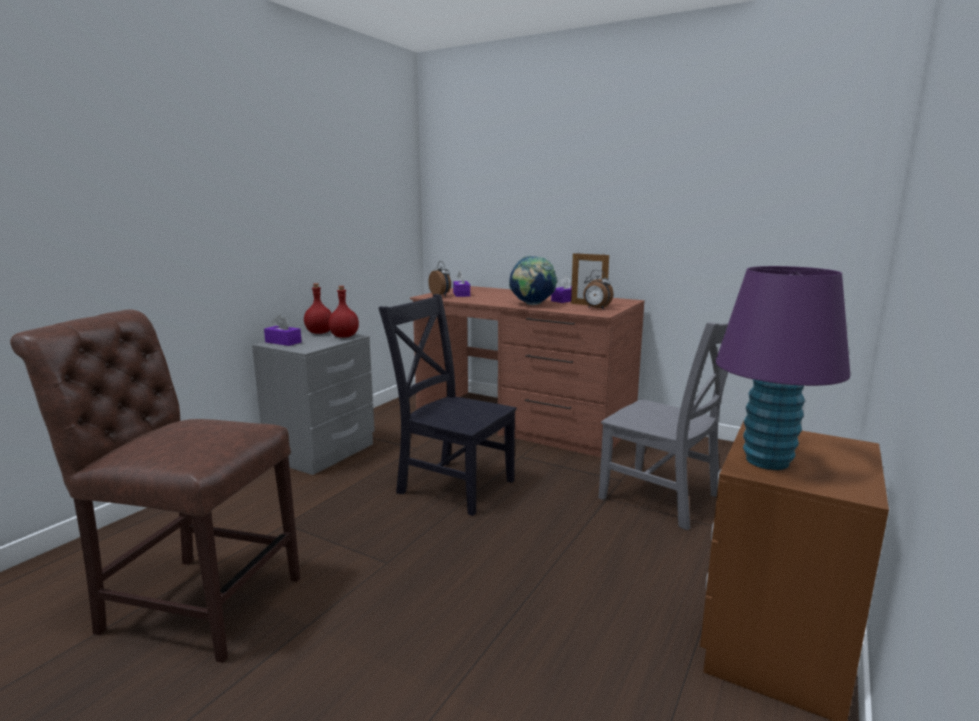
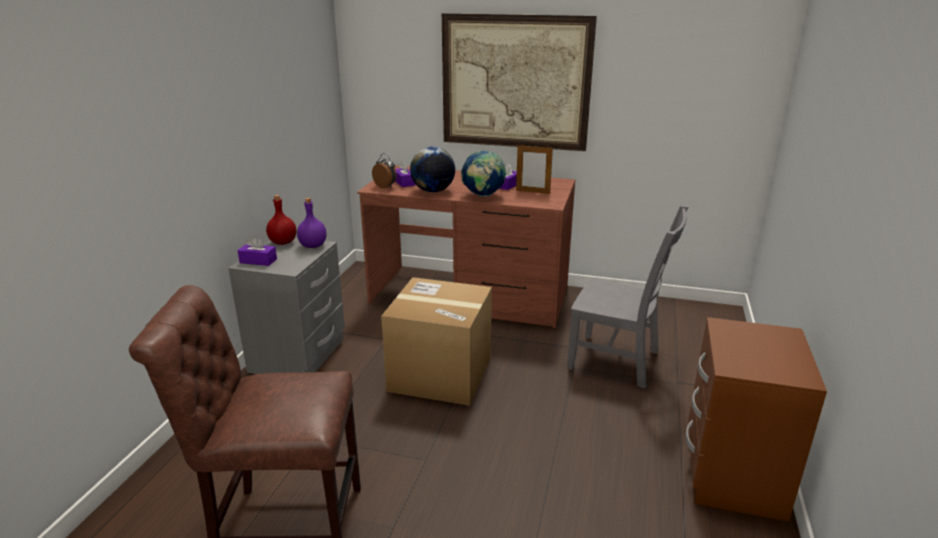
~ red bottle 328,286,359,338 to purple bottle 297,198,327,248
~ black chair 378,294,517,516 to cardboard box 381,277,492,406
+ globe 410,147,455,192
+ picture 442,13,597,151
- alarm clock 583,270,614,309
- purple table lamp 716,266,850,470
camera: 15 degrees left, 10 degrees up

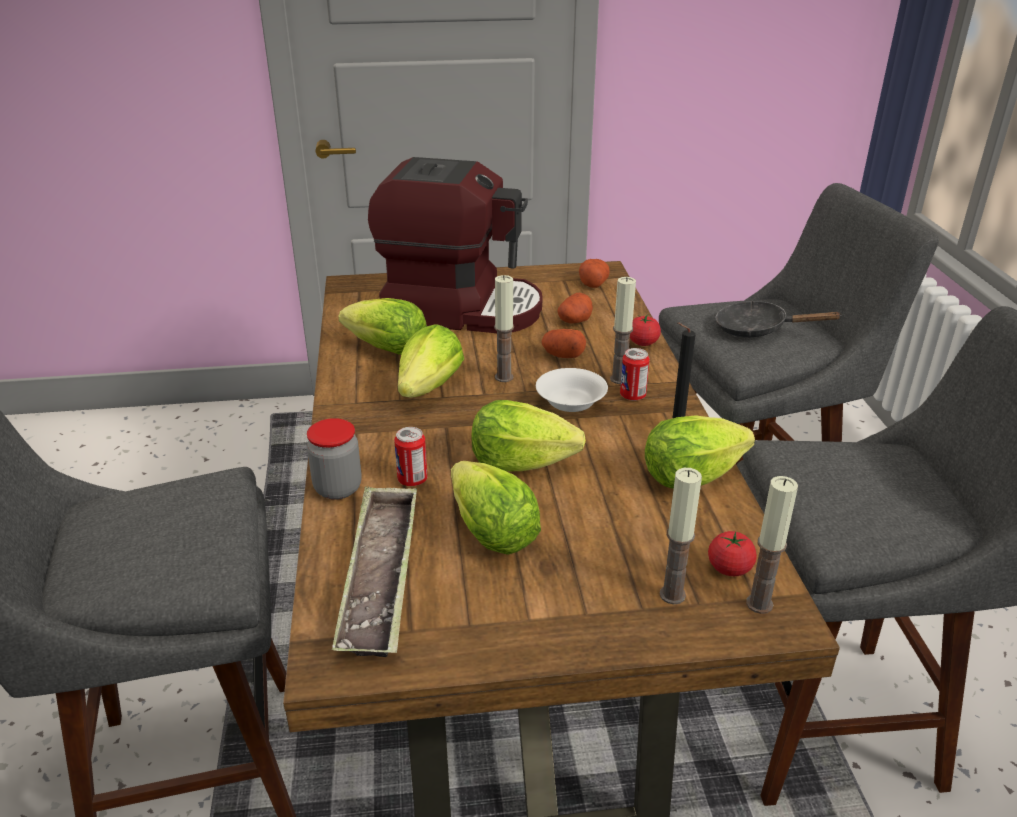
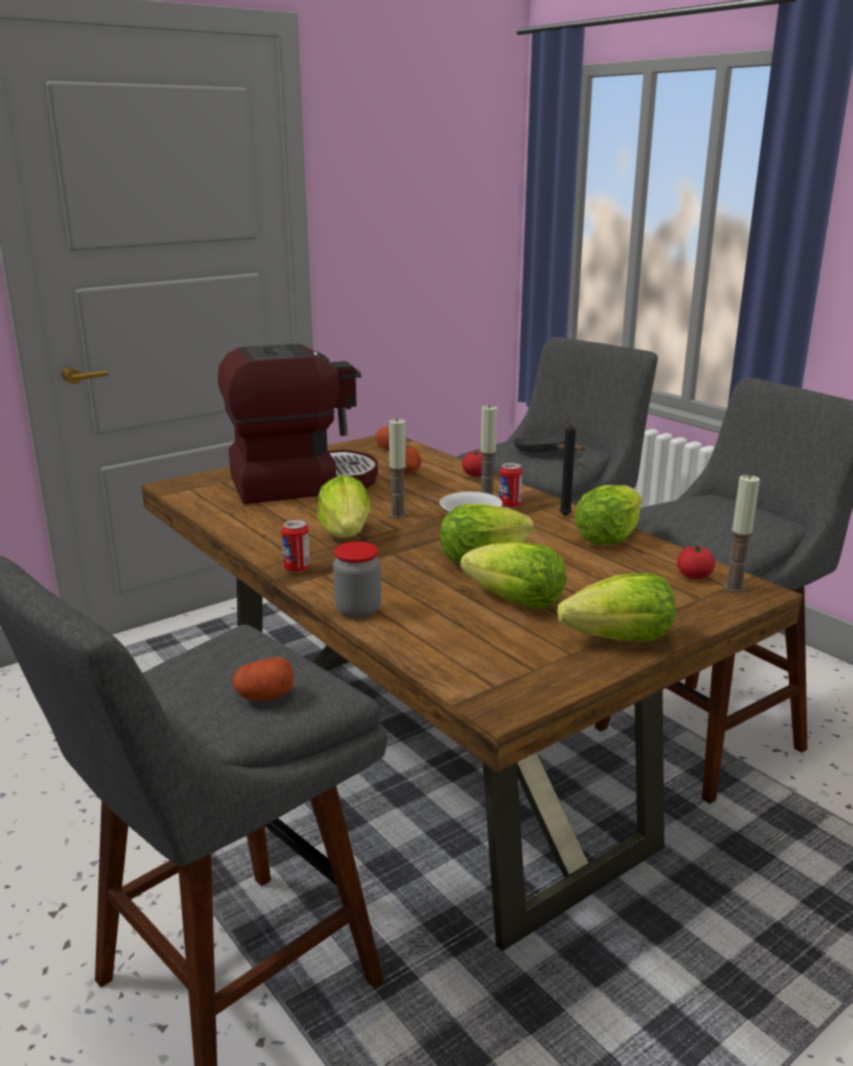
~ potato 541,329,586,358 to 233,657,293,701
~ can 394,427,427,486 to 281,520,310,573
~ black frying pan 716,301,842,337 = 513,434,587,452 75 degrees clockwise
~ lettuce 338,298,427,355 to 557,573,676,641
- tray 332,486,417,657
- candle 660,468,702,604
camera: 30 degrees left, 10 degrees down

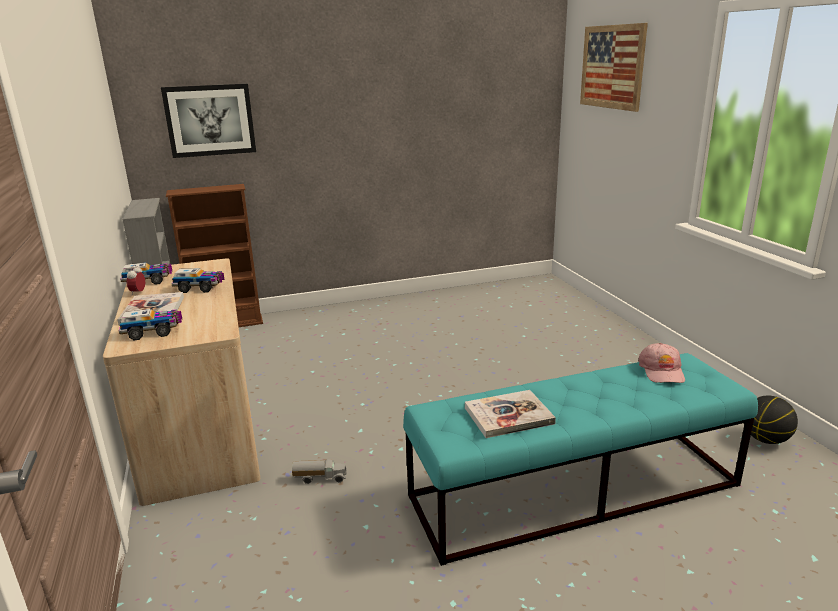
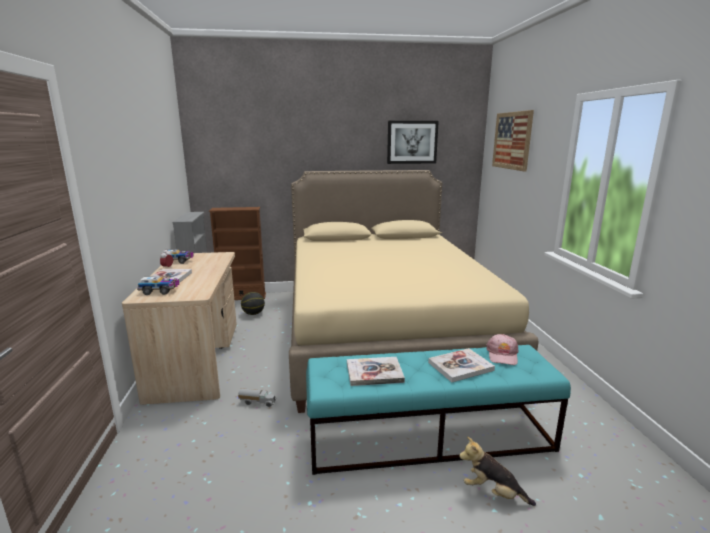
~ basketball 744,396,798,444 to 241,292,265,315
+ beige bed 289,170,539,413
~ picture 161,84,256,158 to 387,121,439,164
+ book 428,348,495,382
+ plush toy 459,436,536,506
- toy truck 171,268,225,293
camera: 10 degrees right, 5 degrees down

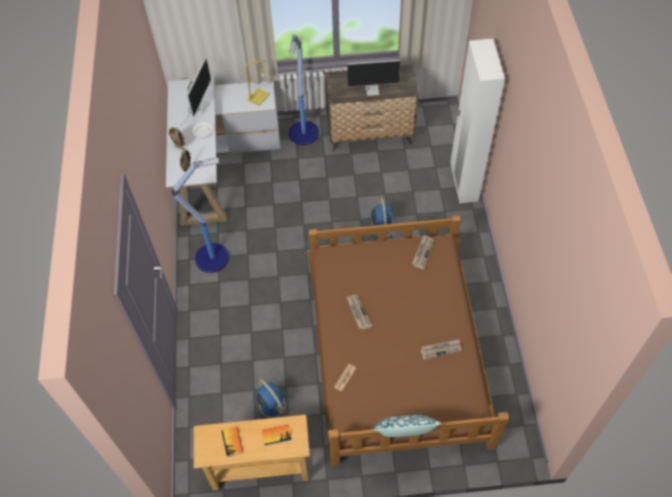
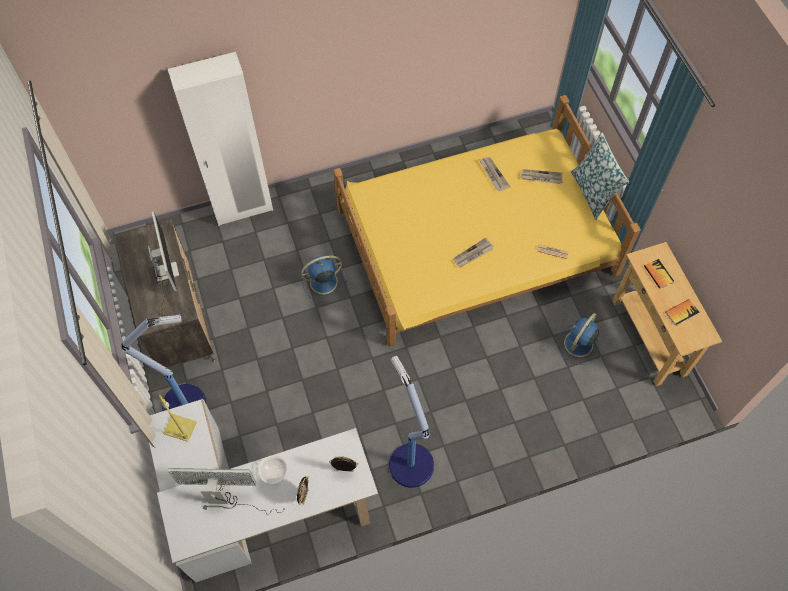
~ brown bed 306,215,509,466 to yellow bed 333,95,641,347
~ newspaper 412,235,434,269 to 521,169,563,184
camera: 105 degrees left, 5 degrees up

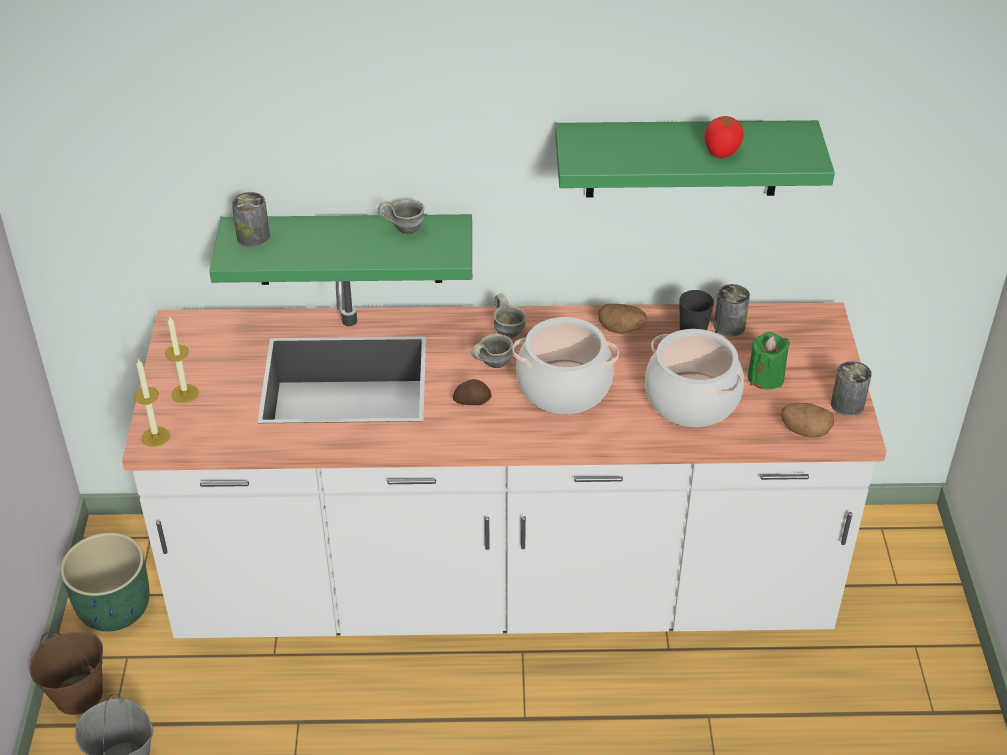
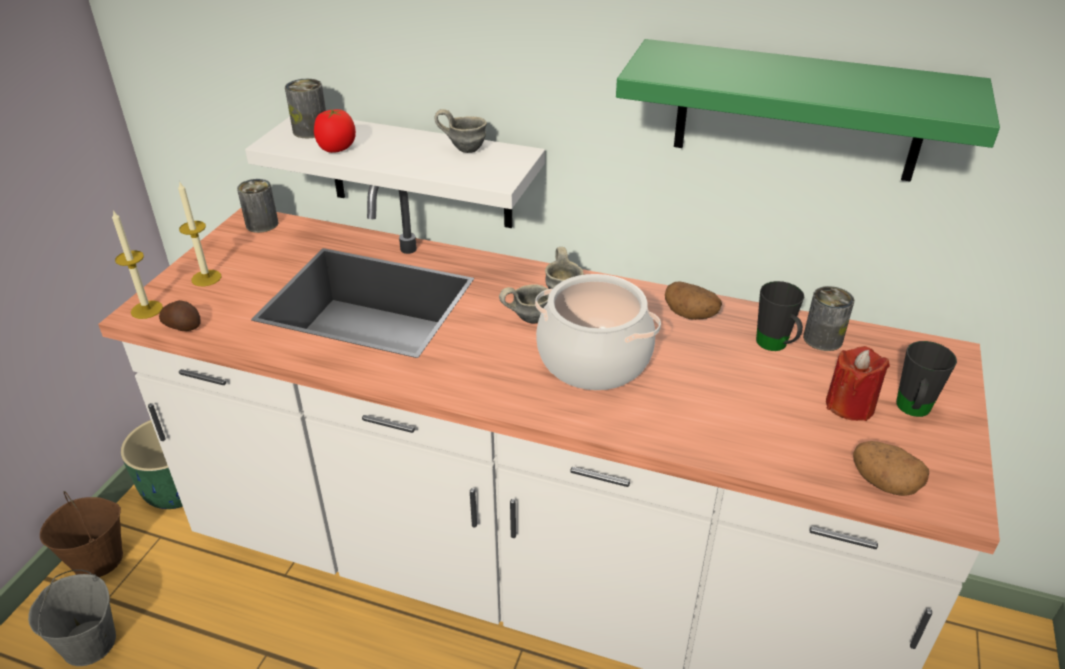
~ potato 453,379,492,405 to 159,300,201,331
~ can 831,361,872,417 to 237,179,279,233
~ green shelf 209,214,472,285 to white shelf 245,117,545,228
~ tomato 705,116,744,158 to 314,108,356,153
~ green candle 747,332,790,390 to red candle 826,346,890,421
+ black mug 896,341,957,417
- cooking pot 645,329,744,427
camera: 20 degrees right, 5 degrees down

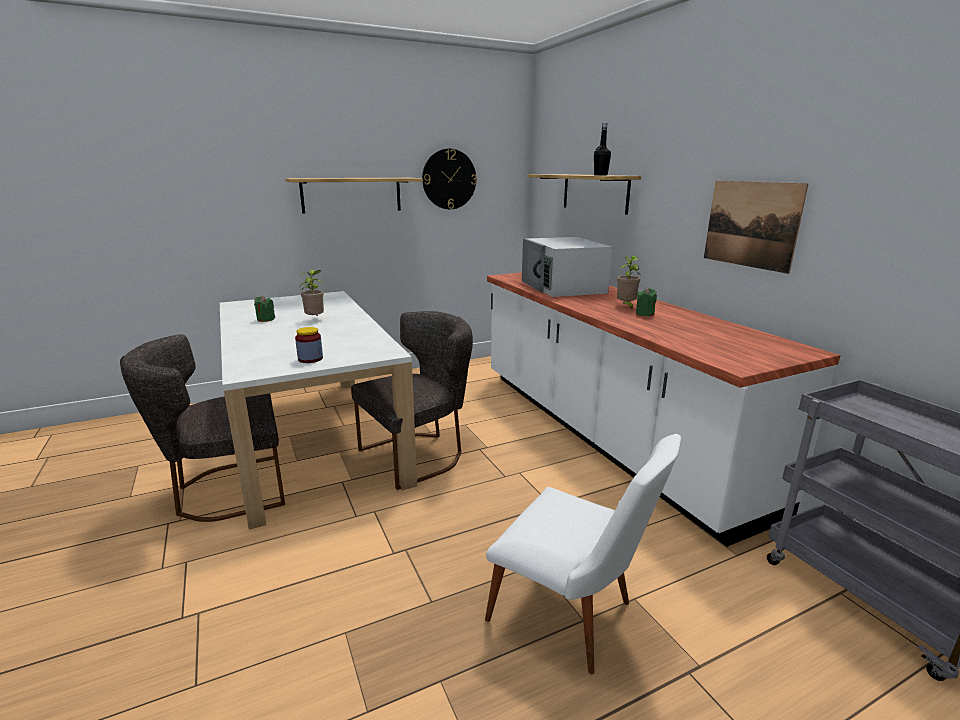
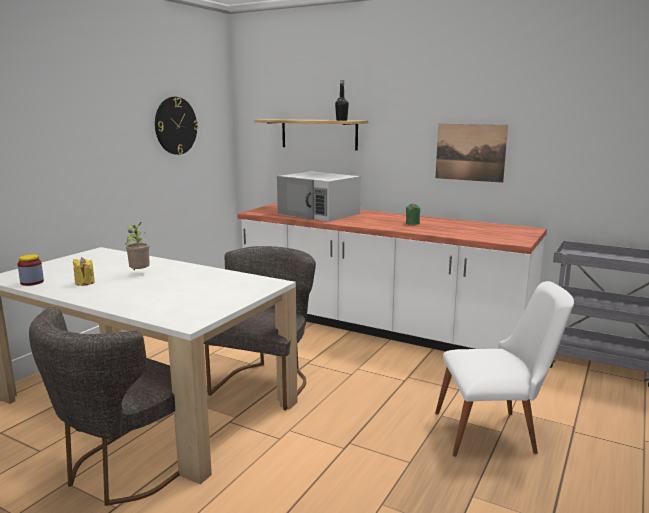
~ jar 295,327,323,363 to 18,254,44,286
~ green candle 254,296,275,322 to yellow candle 73,257,95,286
- shelf 285,178,423,214
- potted plant 617,255,642,309
camera: 35 degrees left, 5 degrees down

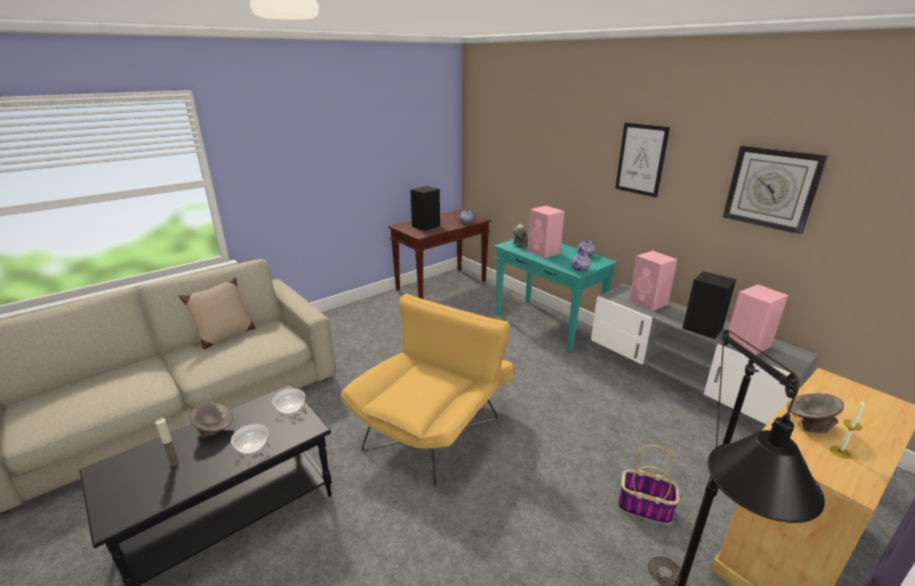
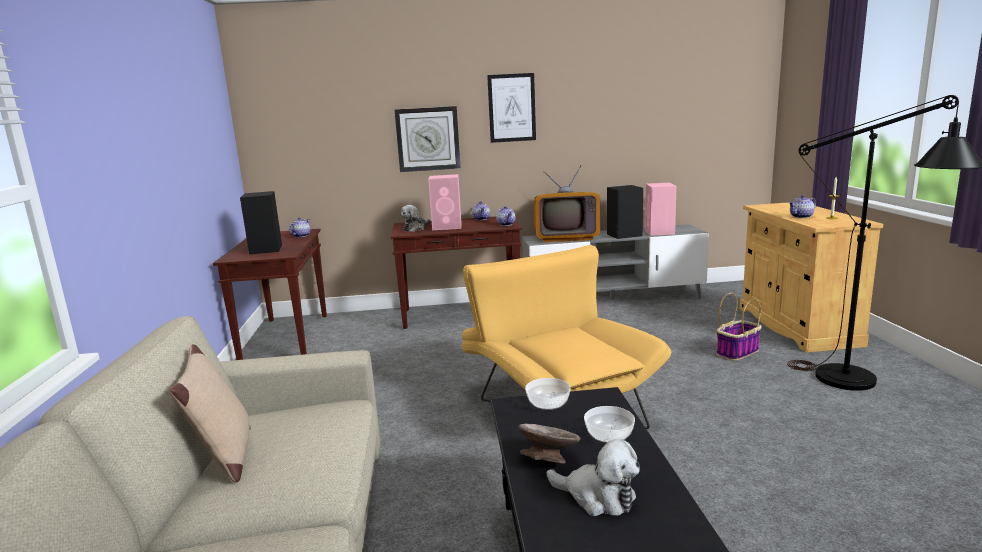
~ turquoise console table 494,239,618,353 to brown console table 391,216,522,329
~ wall clock 723,145,828,235 to 394,106,461,172
~ pink speaker 629,251,677,311 to television 534,165,600,242
~ candle 155,418,180,466 to plush toy 546,439,640,516
~ grey bowl 787,393,844,433 to teapot 789,195,816,218
camera: 55 degrees left, 10 degrees down

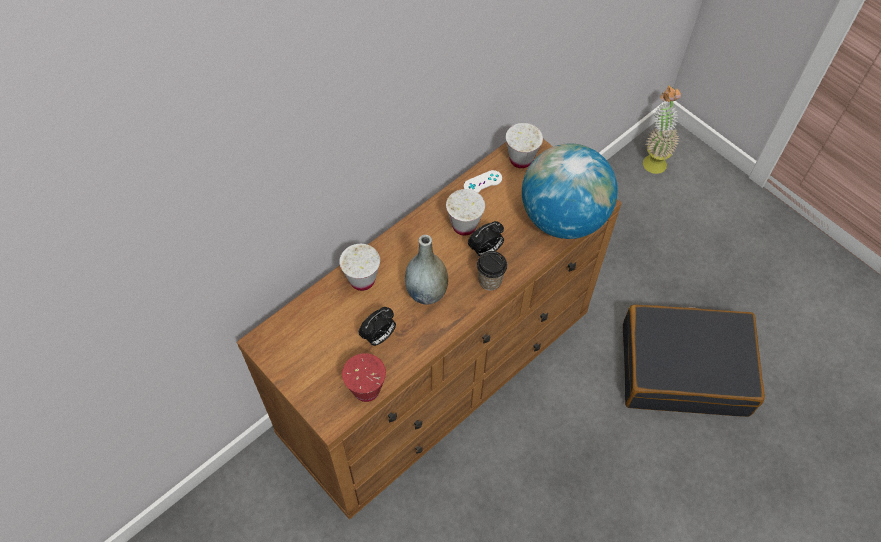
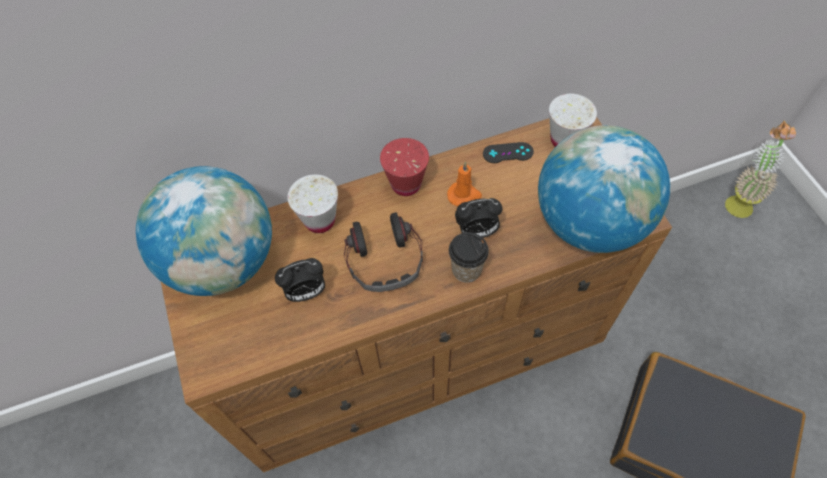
+ globe 136,166,272,296
~ grey vase 405,235,448,305 to headphones 344,212,423,292
~ red cup 342,353,386,402 to 380,138,429,196
~ white cup 446,189,485,236 to orange candle 447,161,482,207
~ white game controller 464,170,502,193 to black game controller 483,142,534,163
camera: 25 degrees right, 0 degrees up

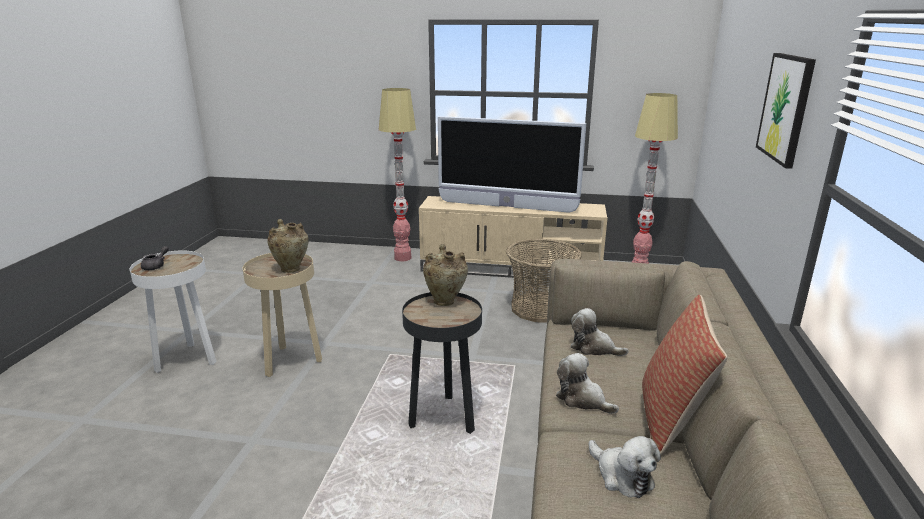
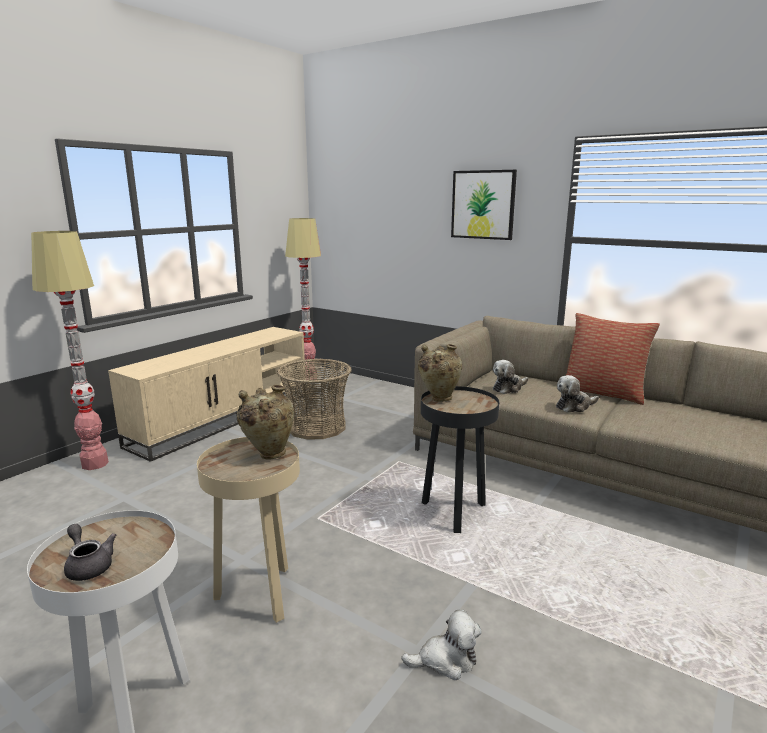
~ plush toy 589,436,661,498 to 401,609,482,680
- television 438,116,586,213
camera: 65 degrees left, 5 degrees down

